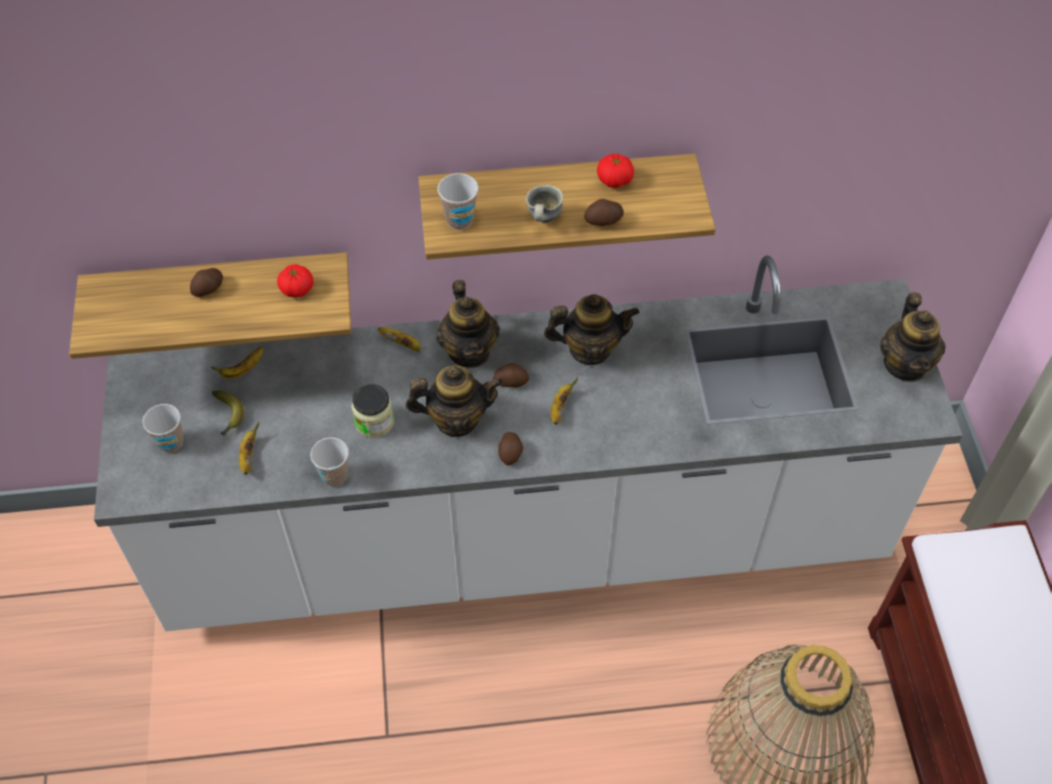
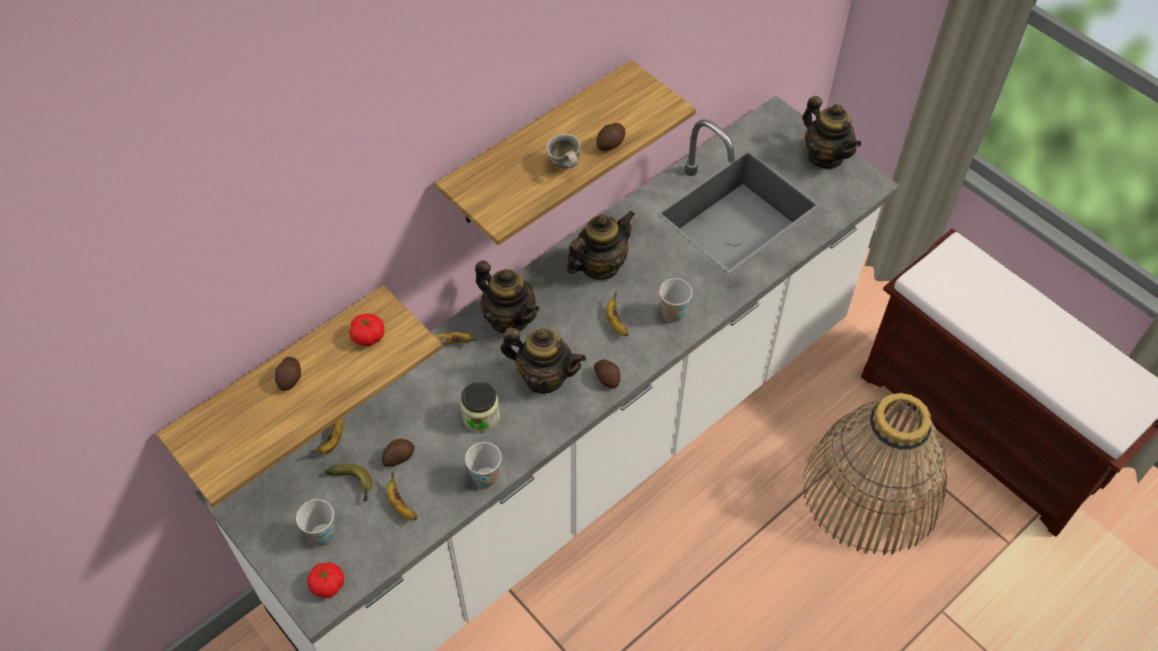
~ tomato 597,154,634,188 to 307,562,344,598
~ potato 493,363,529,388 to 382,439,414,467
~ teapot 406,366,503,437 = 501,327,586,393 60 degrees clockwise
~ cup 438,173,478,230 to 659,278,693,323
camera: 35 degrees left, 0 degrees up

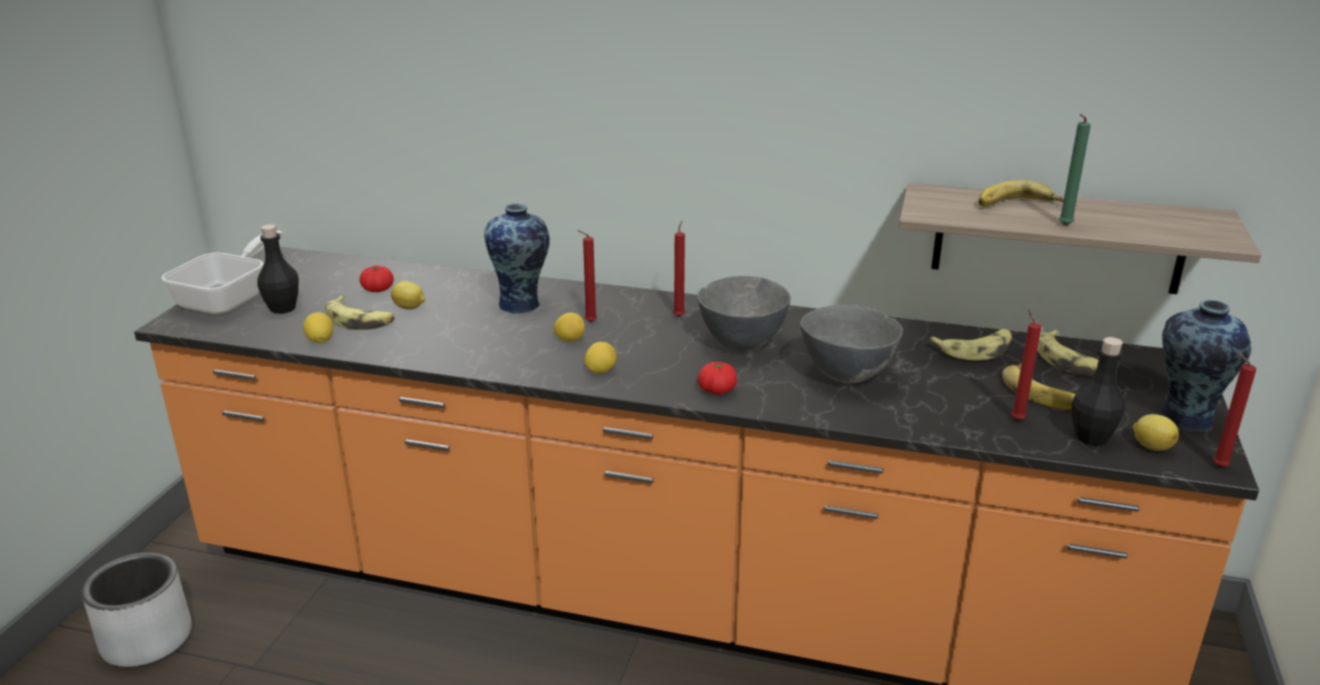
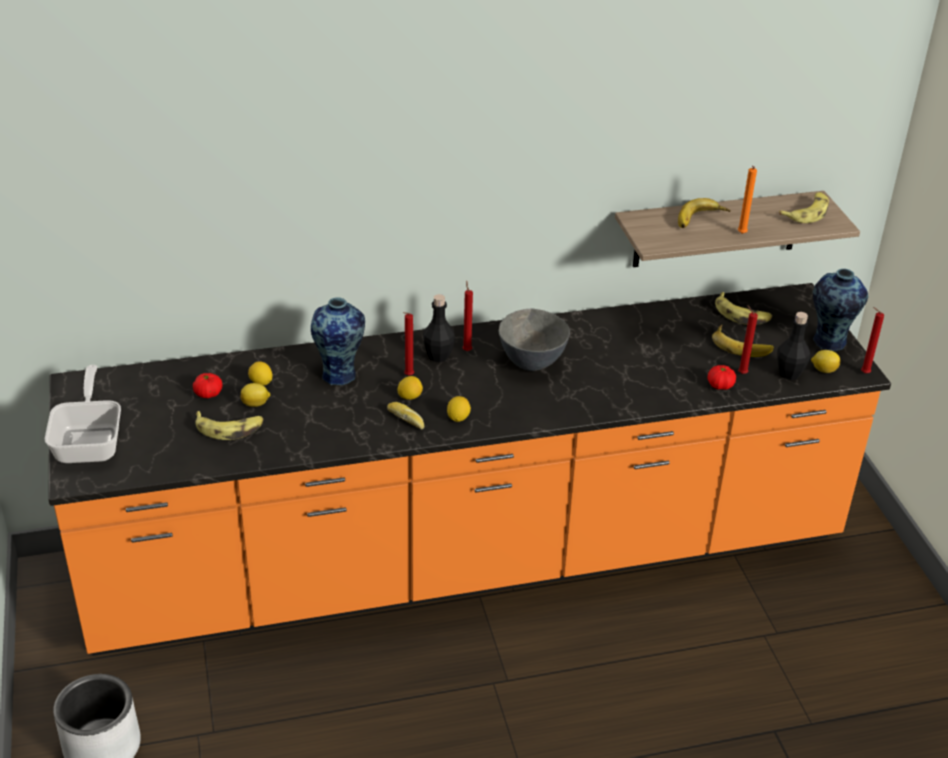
~ lemon 303,312,333,343 to 248,362,273,386
+ bread 387,402,424,429
~ black bottle 258,224,299,314 to 423,294,455,362
~ tomato 697,362,737,395 to 707,365,736,390
~ green candle 1059,114,1091,226 to orange candle 738,166,757,234
~ banana 930,329,1012,360 to 779,192,829,223
- grey bowl 800,305,903,383
camera: 30 degrees left, 10 degrees up

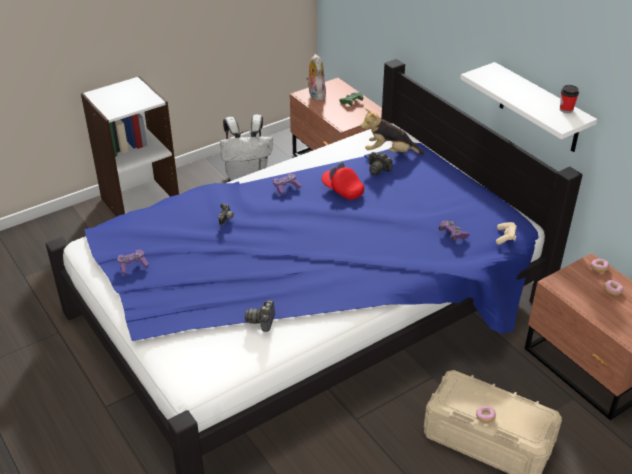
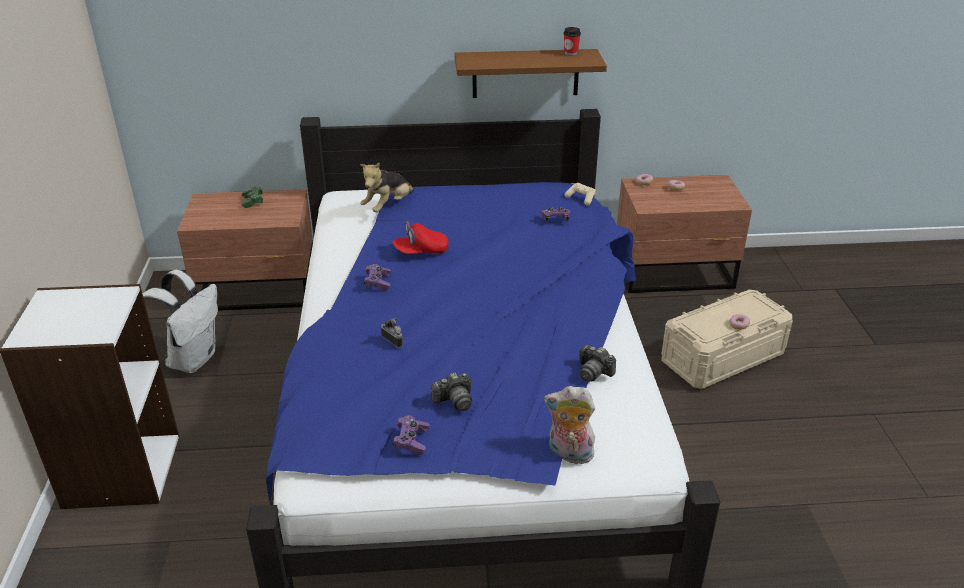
~ photo camera 368,152,392,175 to 431,372,472,411
~ white shelf 460,62,597,152 to brown shelf 455,49,607,98
~ plush toy 306,54,326,101 to 544,386,596,464
camera: 60 degrees left, 5 degrees down

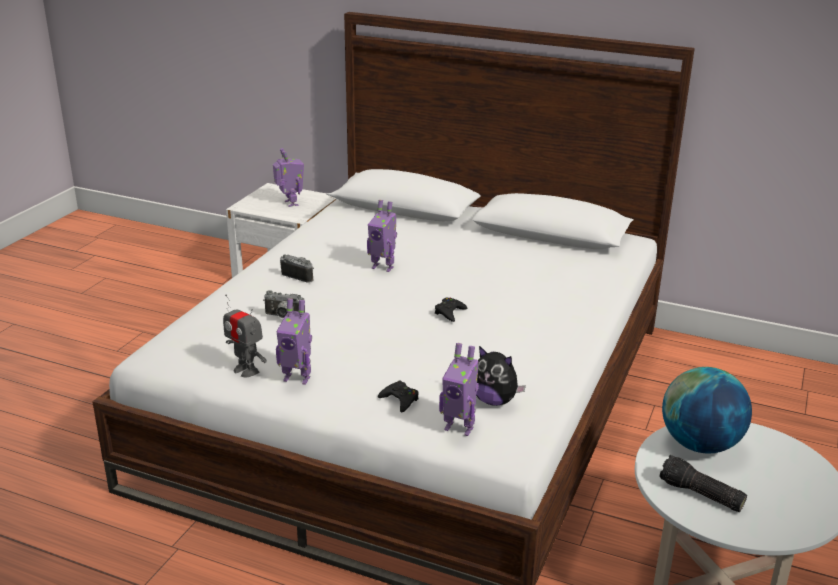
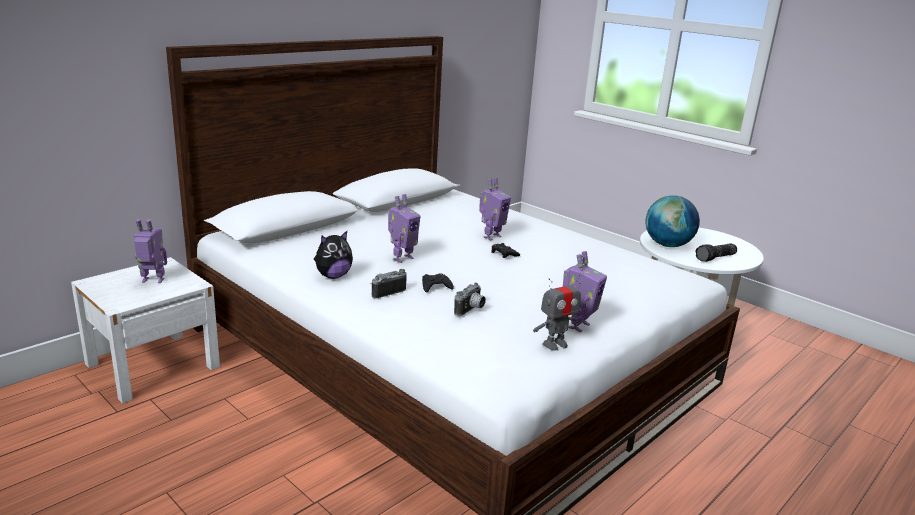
~ plush toy 476,346,526,406 to 314,231,353,279
~ black game controller 378,381,419,413 to 422,274,454,293
~ toy robot 439,343,479,436 to 479,178,511,240
camera: 70 degrees left, 5 degrees down

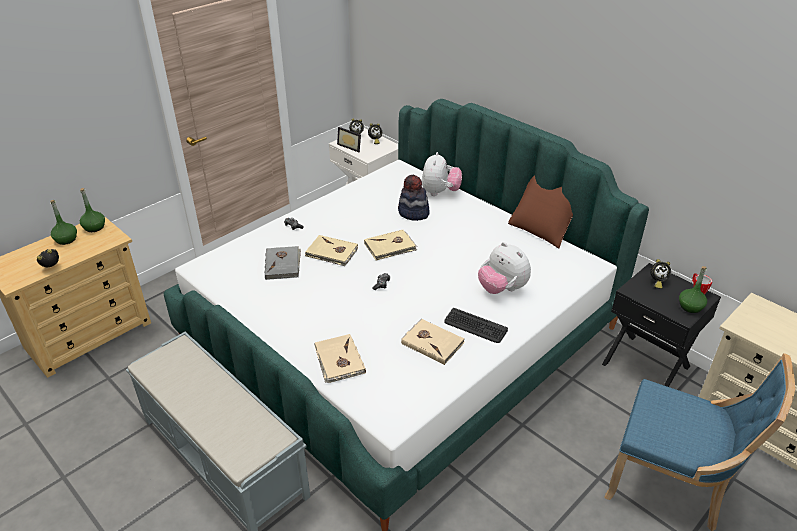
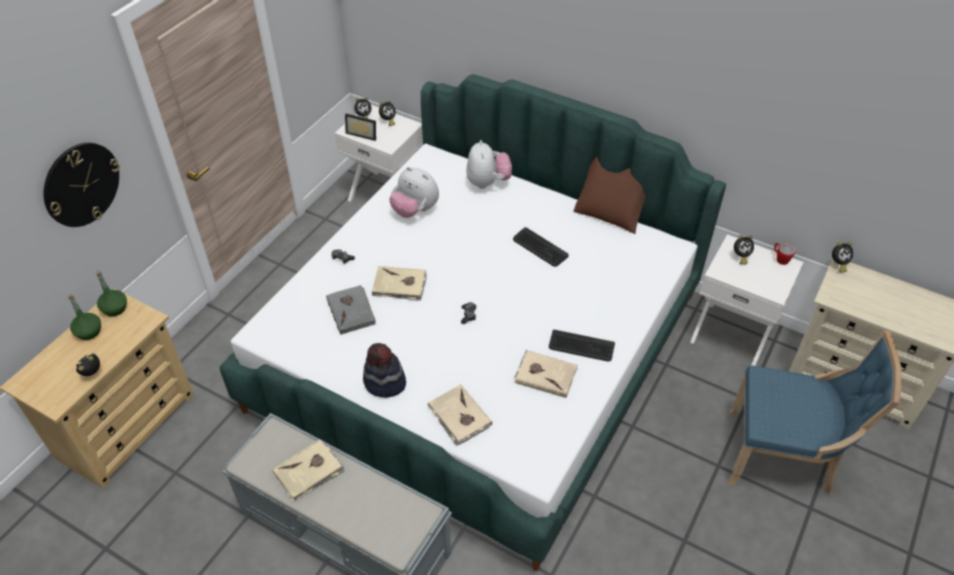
+ wall clock 43,143,120,227
~ beige book 364,230,417,261 to 272,440,345,501
~ hat 398,175,430,221 to 363,343,406,398
~ plush toy 478,242,531,294 to 389,167,439,218
+ keyboard 513,227,569,267
~ black nightstand 602,263,721,387 to white nightstand 690,234,804,366
+ alarm clock 832,242,853,272
- green bottle 679,266,707,313
camera: 15 degrees left, 10 degrees up

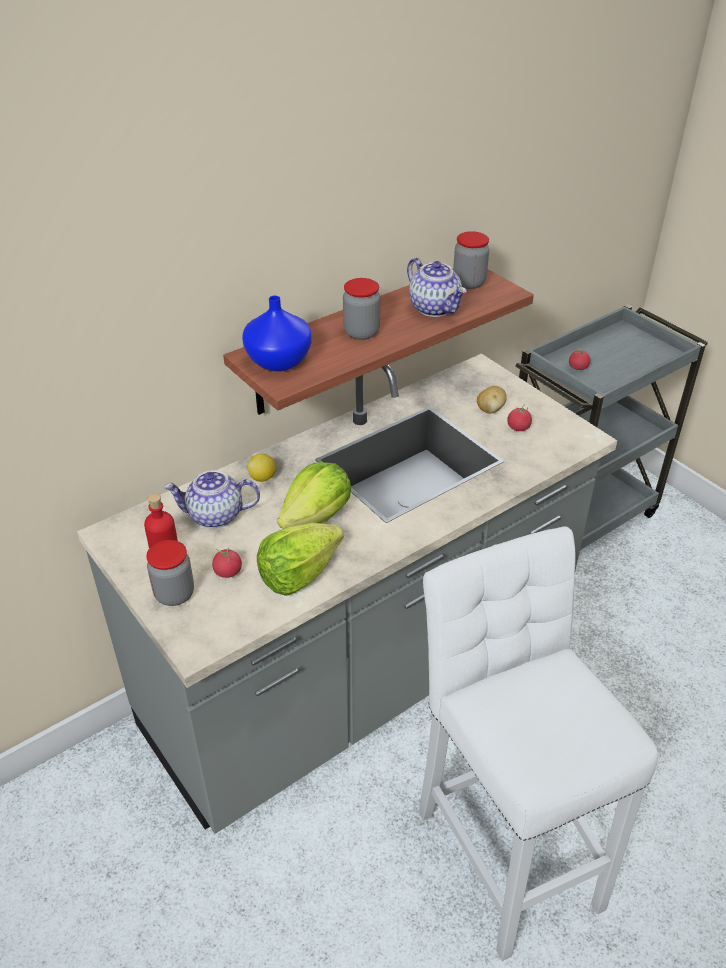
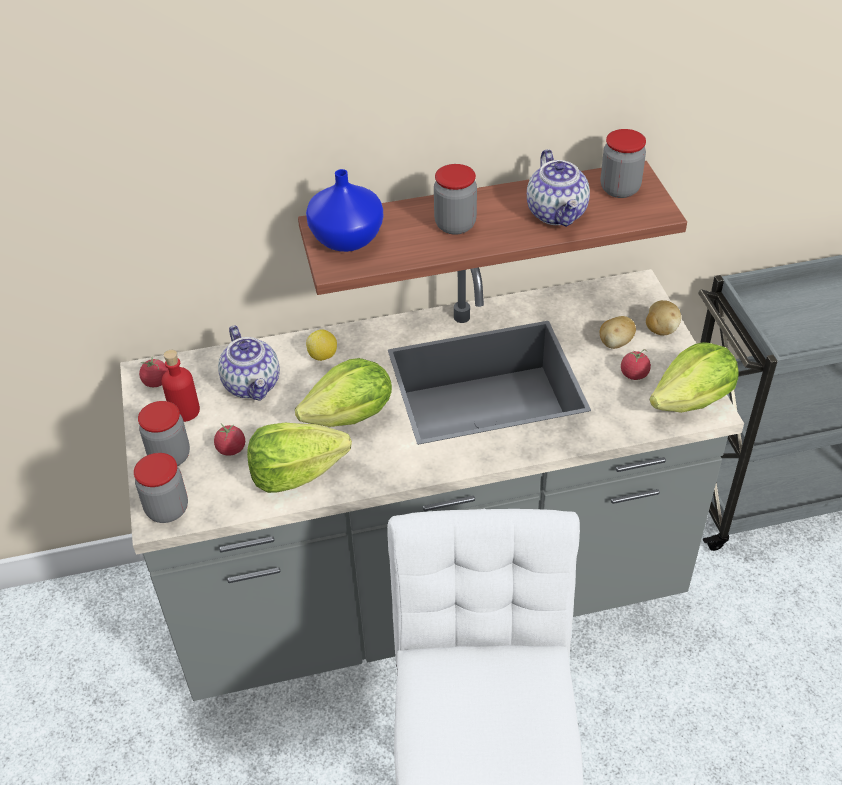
+ jar 134,453,188,523
~ tomato 569,348,590,370 to 139,357,168,387
~ teapot 164,470,260,528 = 218,326,280,401 135 degrees counterclockwise
+ potato 646,300,681,335
+ lettuce 650,342,739,413
camera: 25 degrees right, 5 degrees up

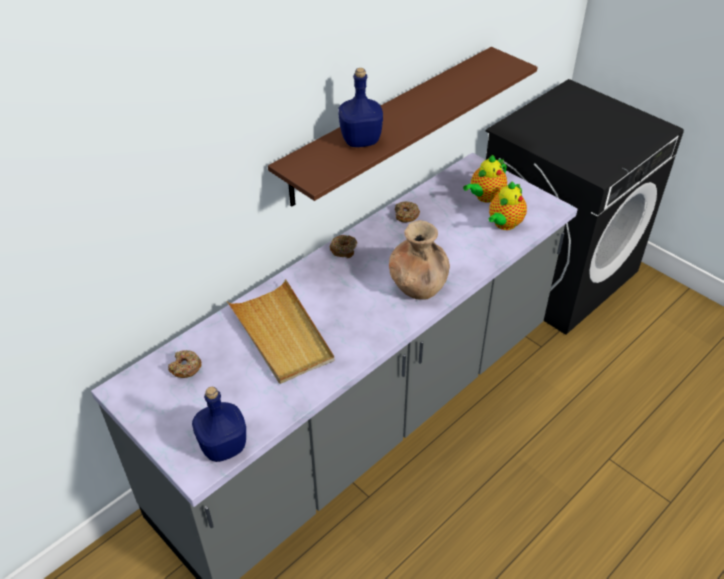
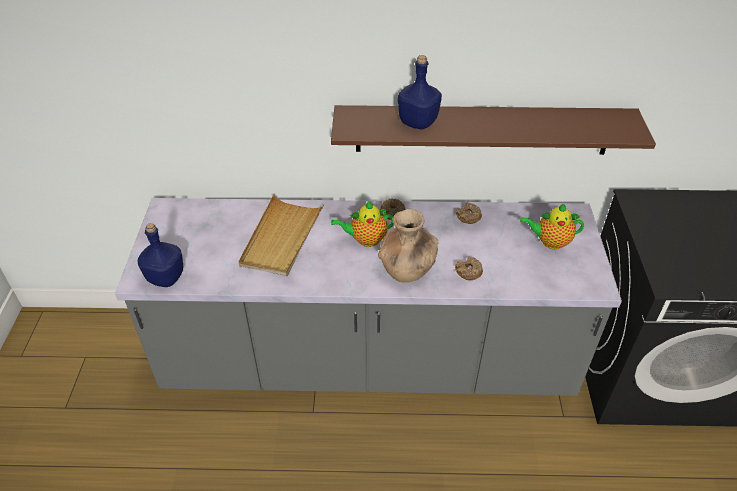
~ teapot 488,182,527,230 to 331,201,394,247
~ donut 168,350,202,378 to 455,257,483,280
camera: 45 degrees right, 0 degrees up

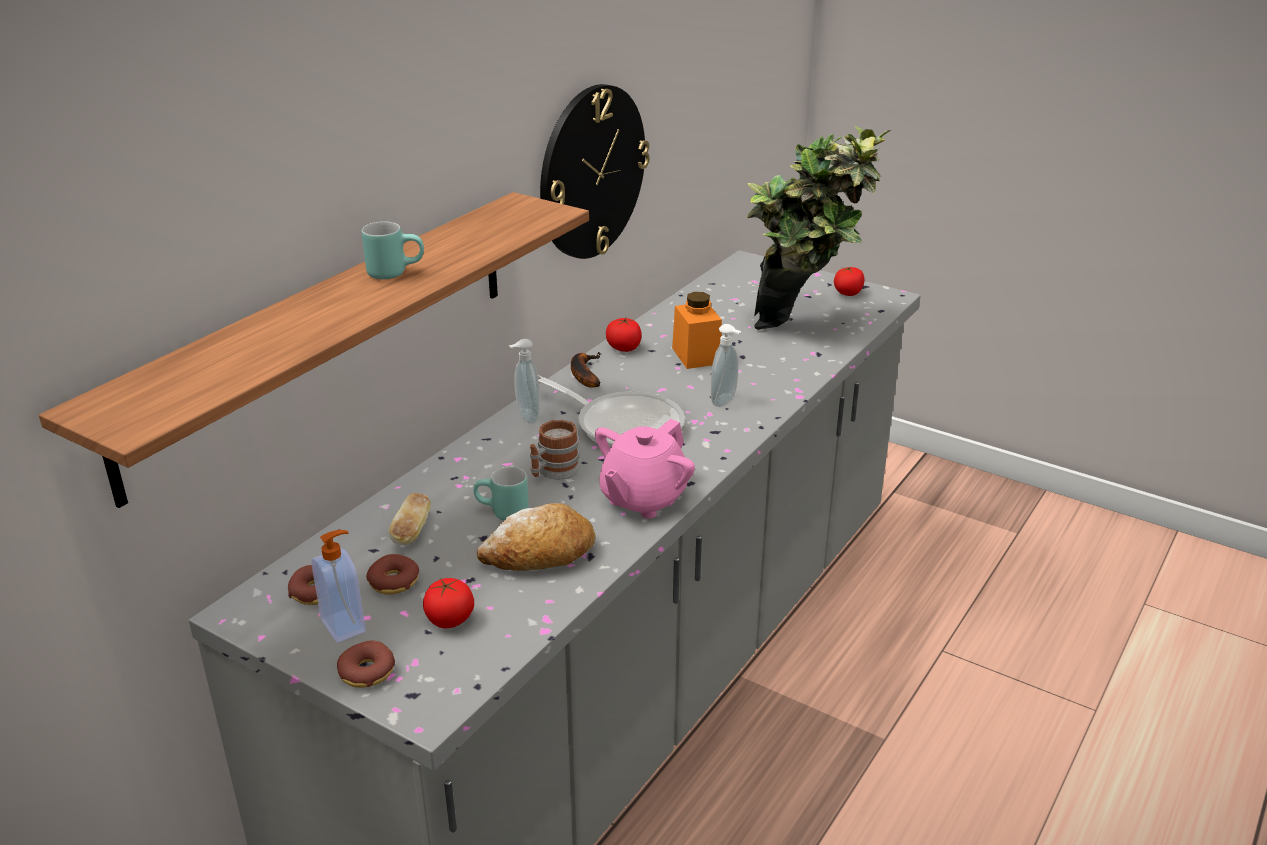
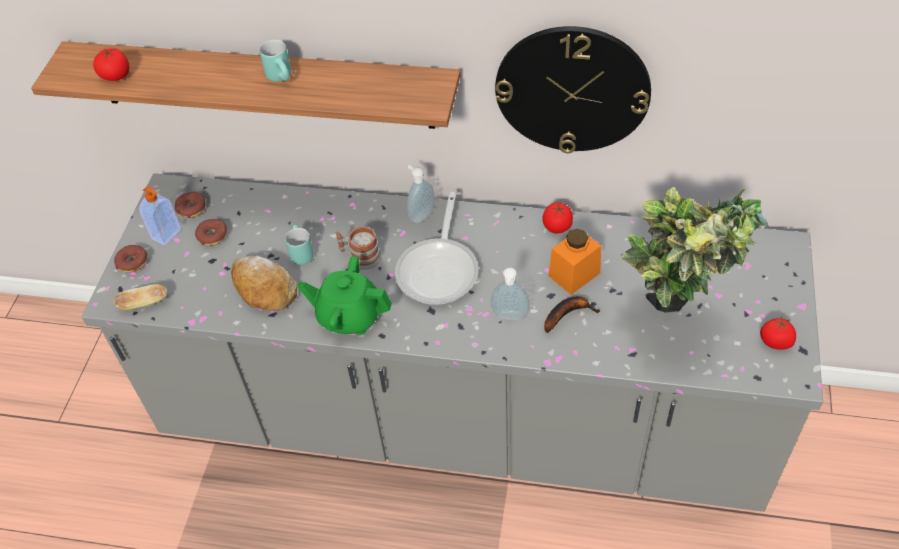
~ tomato 423,578,474,628 to 93,48,129,81
~ bread 389,493,431,545 to 114,284,167,310
~ pink teapot 595,419,695,519 to green teapot 297,256,392,335
~ banana 571,352,601,388 to 544,296,600,333
camera: 70 degrees right, 20 degrees up

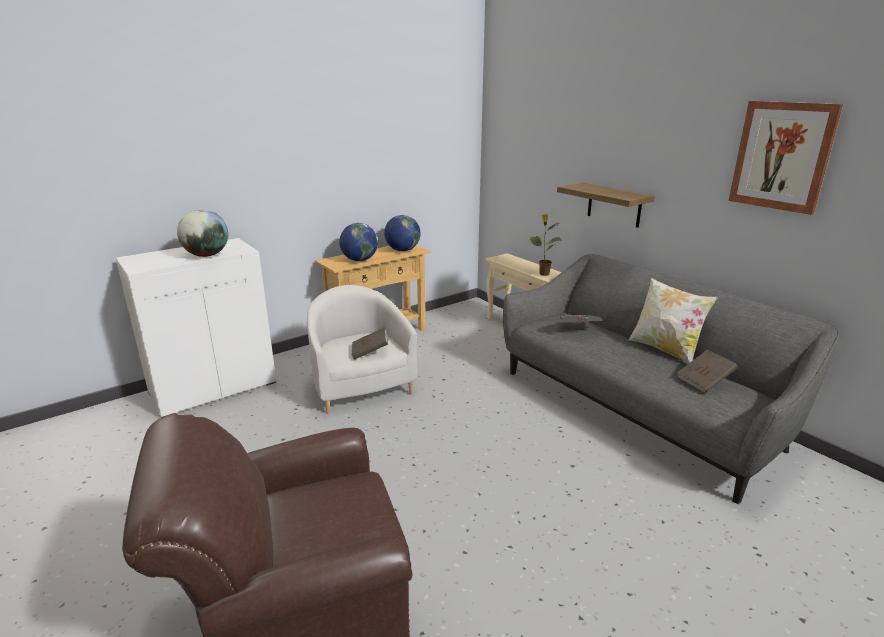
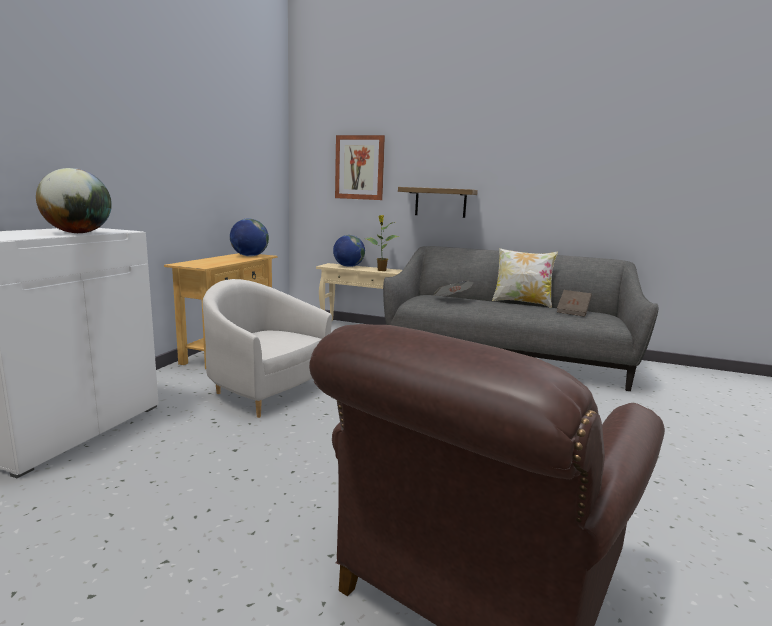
~ globe 339,223,378,261 to 333,235,365,267
~ picture 729,101,843,215 to 335,135,385,200
- brown book 352,327,388,360
camera: 35 degrees left, 10 degrees down

